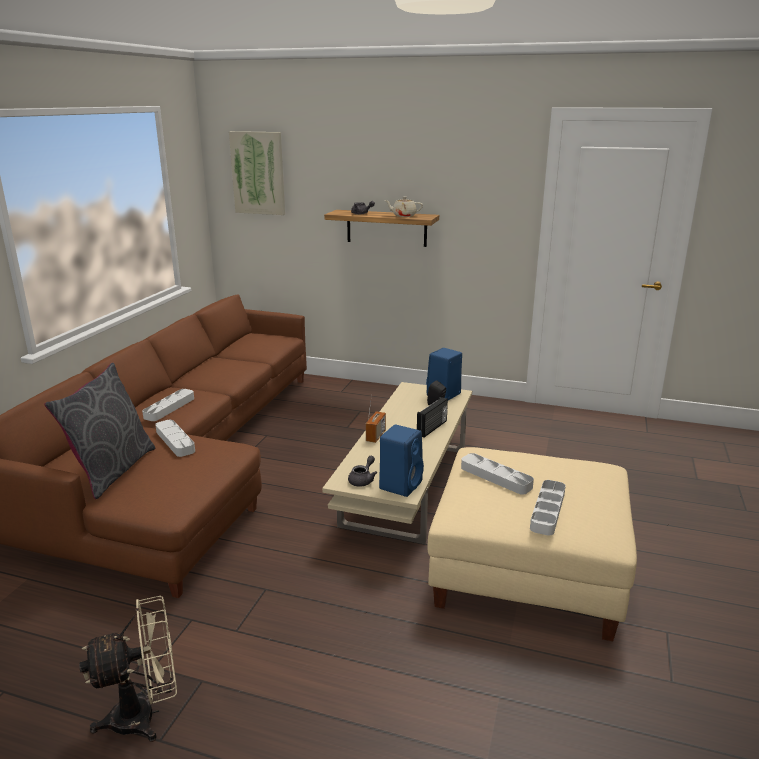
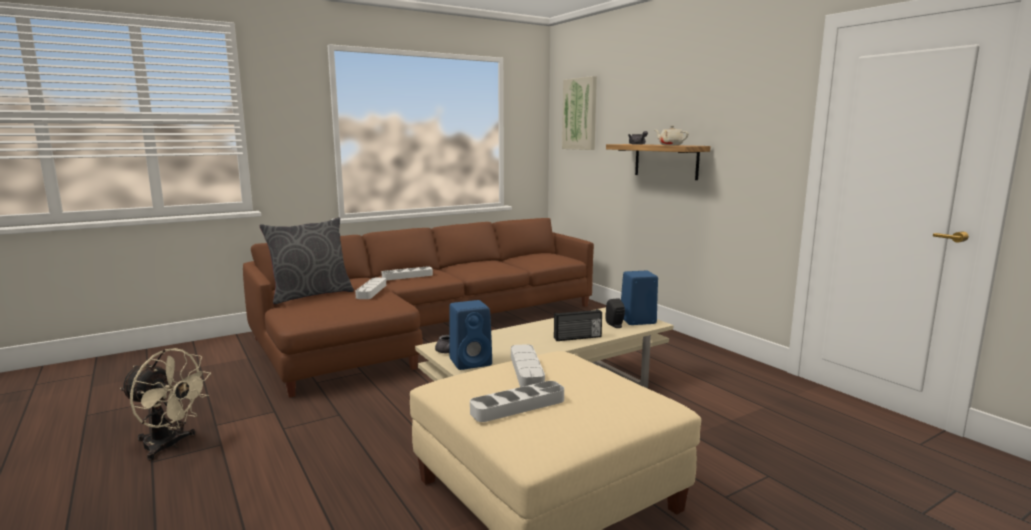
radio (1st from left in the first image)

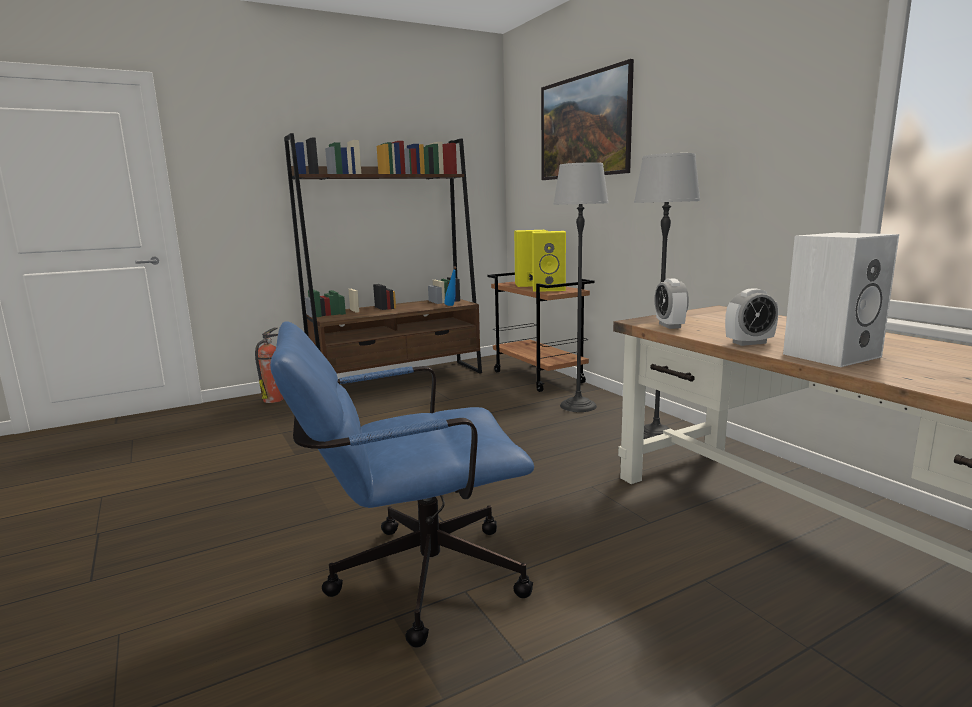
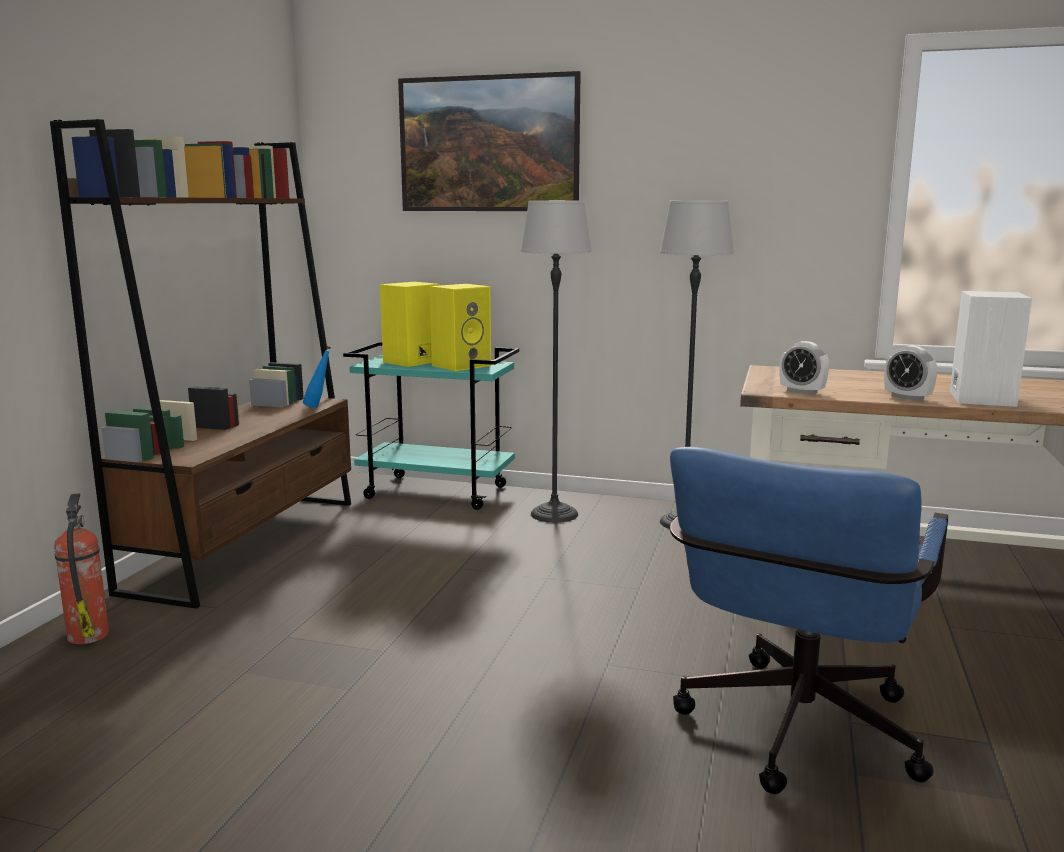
carrito [turquesa]
despertador (2nd from left)

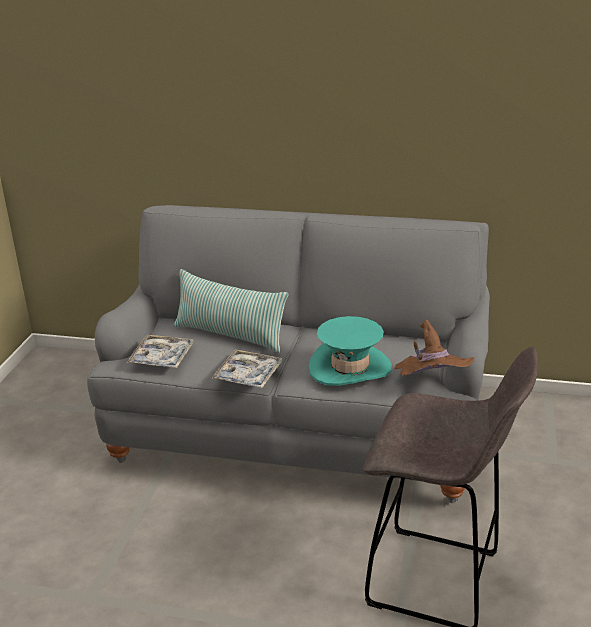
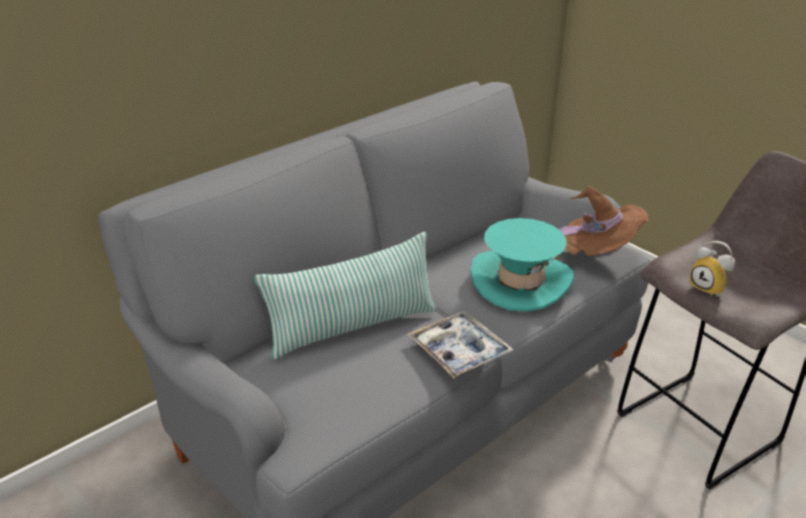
bandeja (1st from left in the first image)
despertador

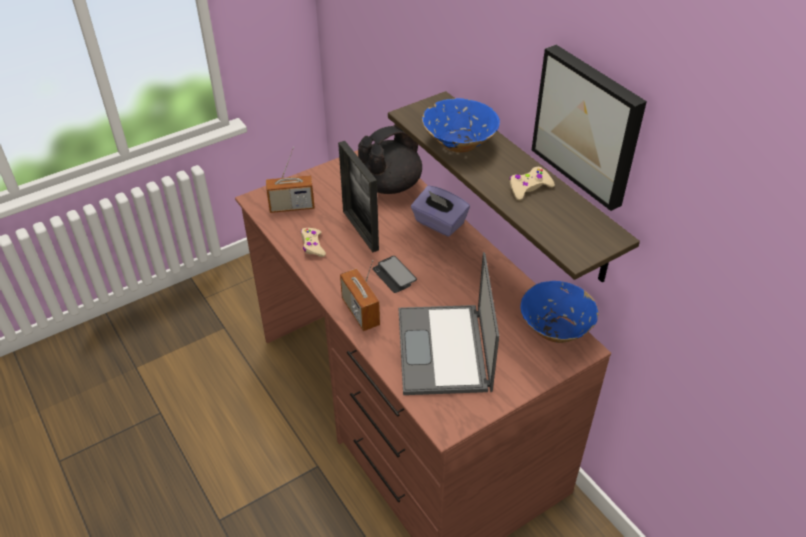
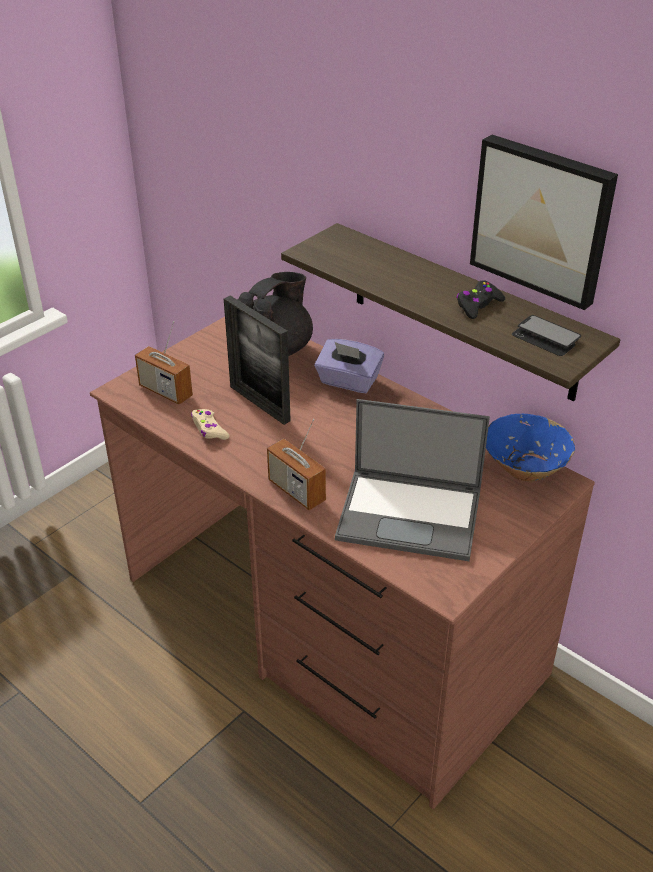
radio (1st from left)
móvil
portátil
cuenco [azul] (1st from left in the first image)
mando de consola [negro]

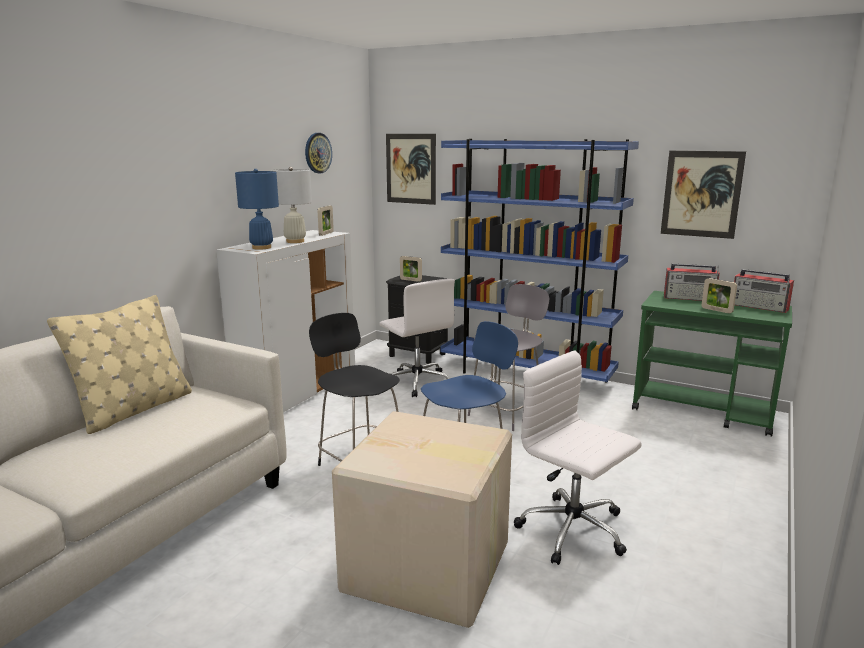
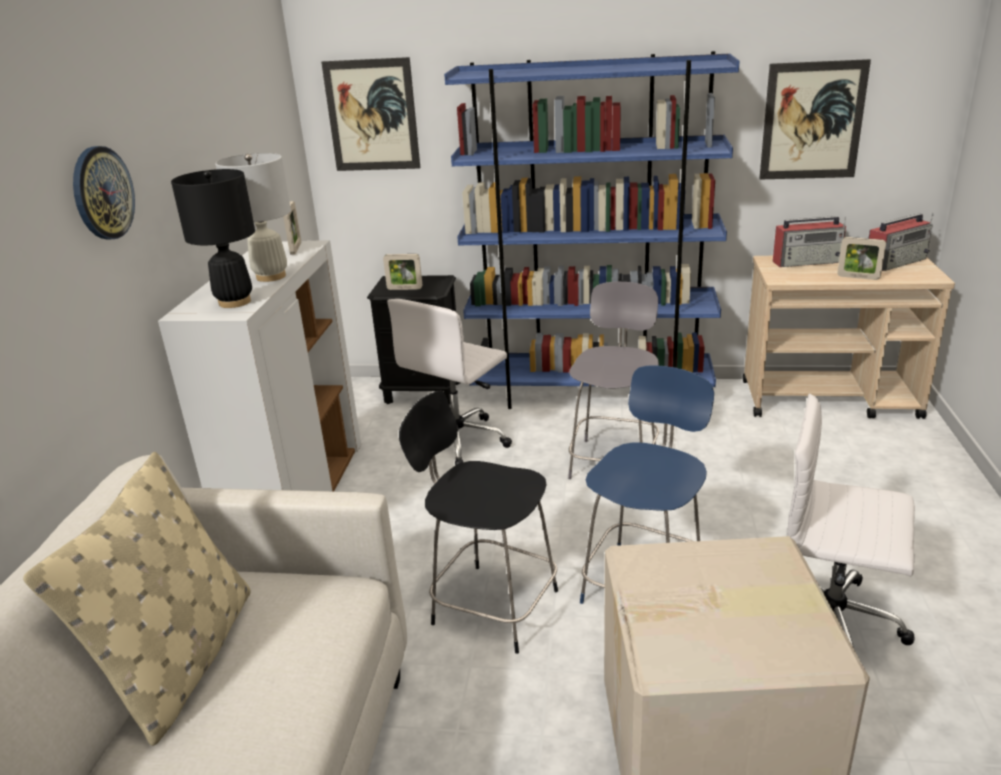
lámpara de mesa [negro]
reloj de pared
silla de oficina [blanco] (1st from left)
carrito [beis]
radio (2nd from left)

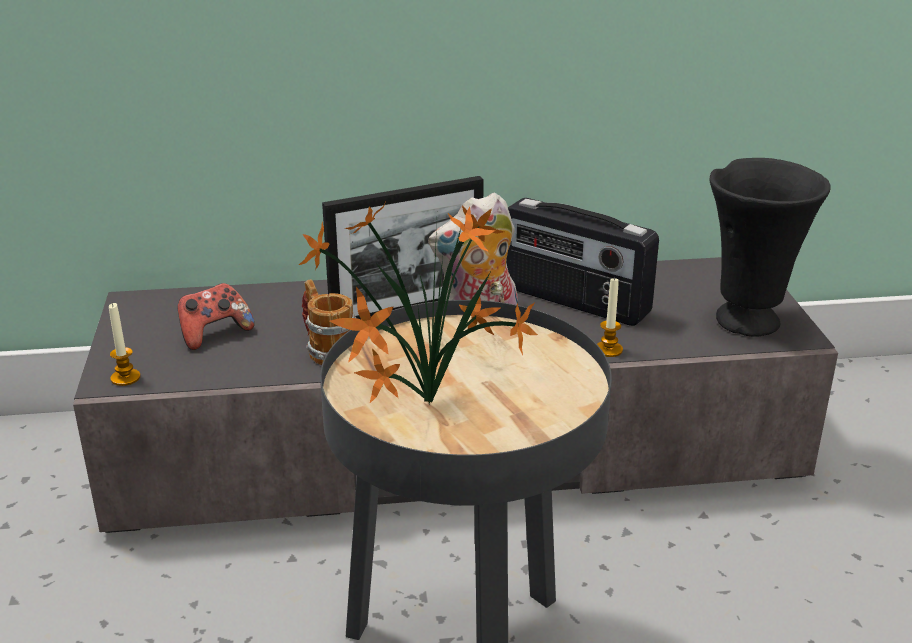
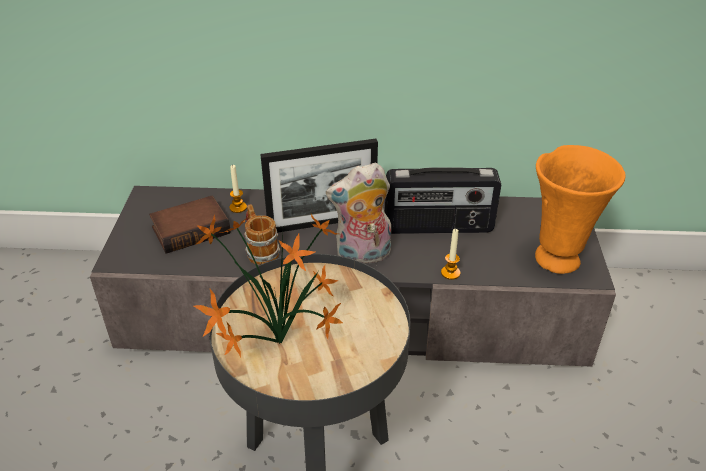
vela (1st from left)
libro
radio
florero [naranja]

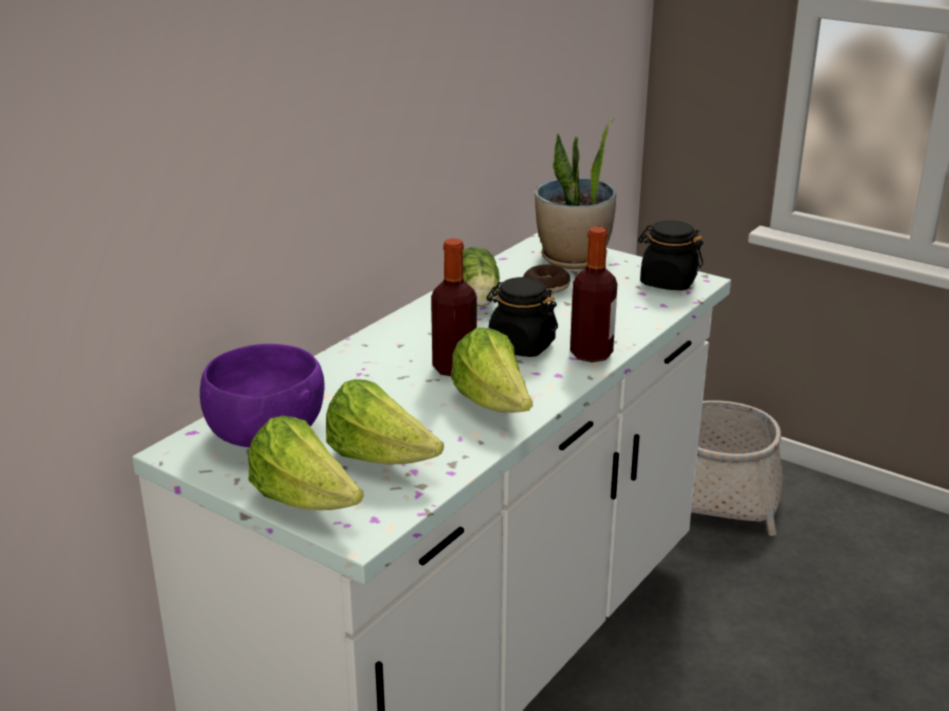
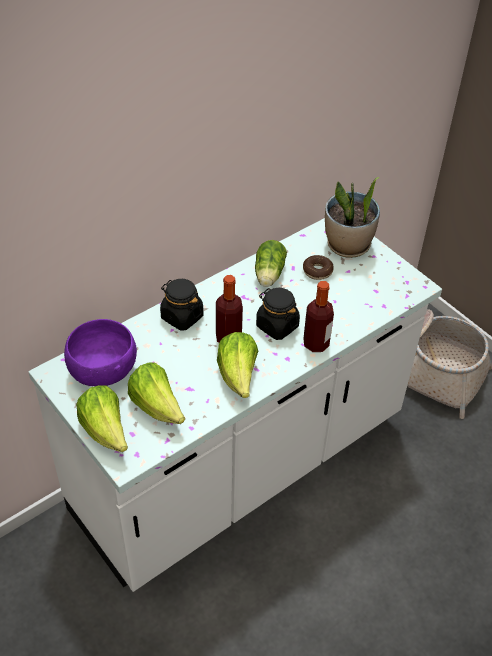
tarro [negro] (1st from left)

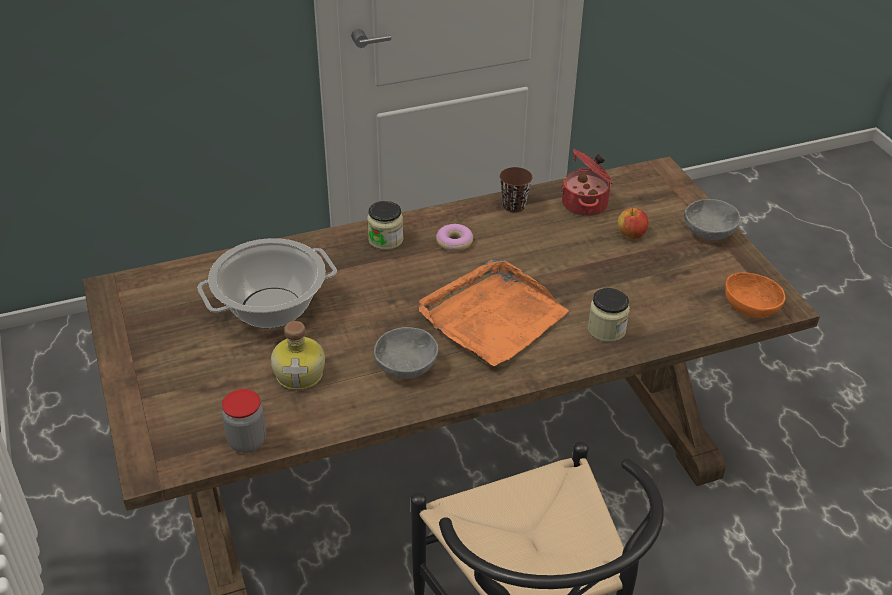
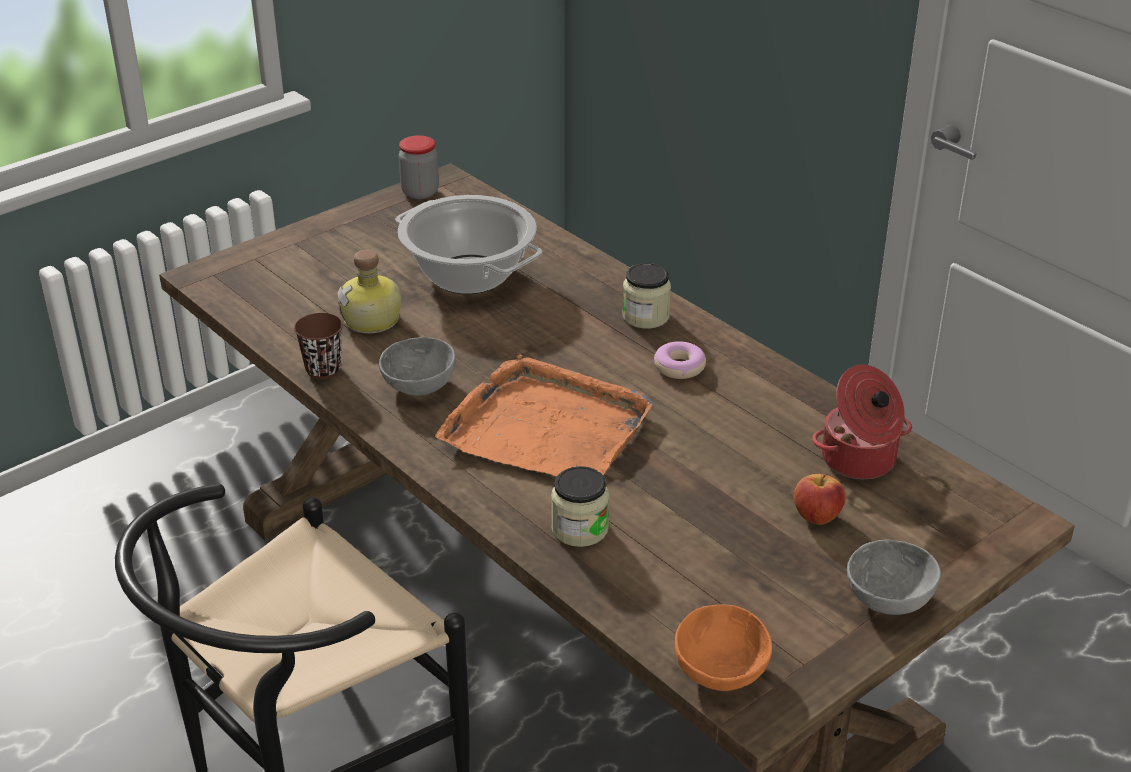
tarro (1st from left)
taza [marrón]

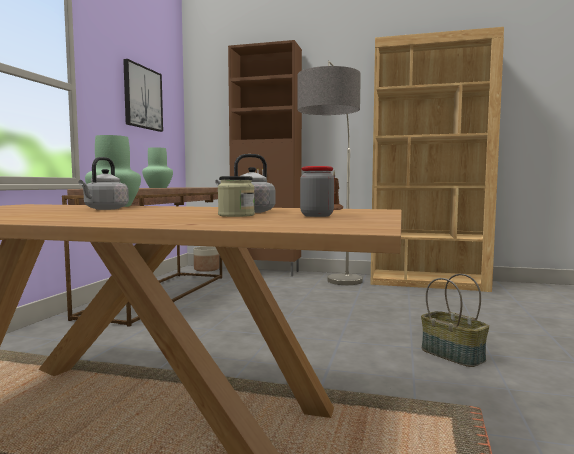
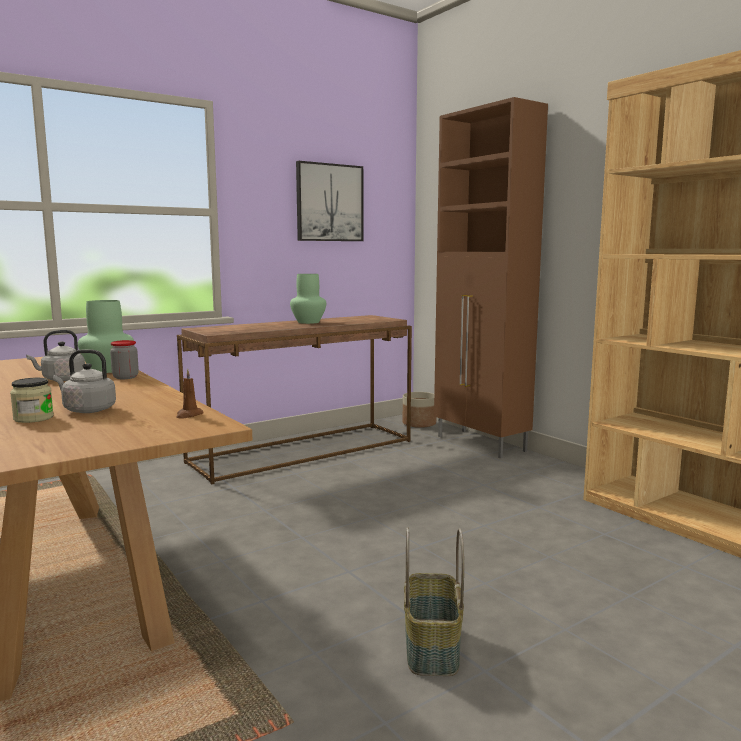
lámpara de pie
tarro (2nd from left)

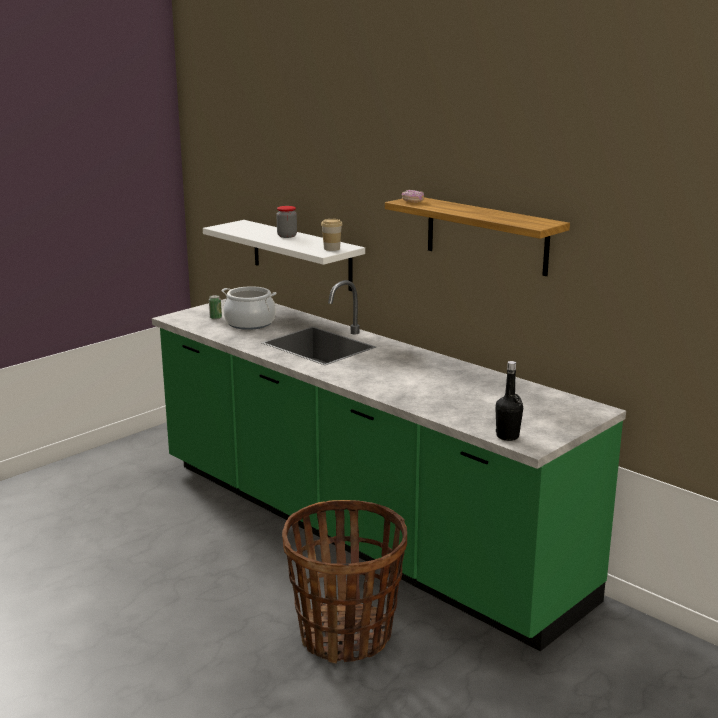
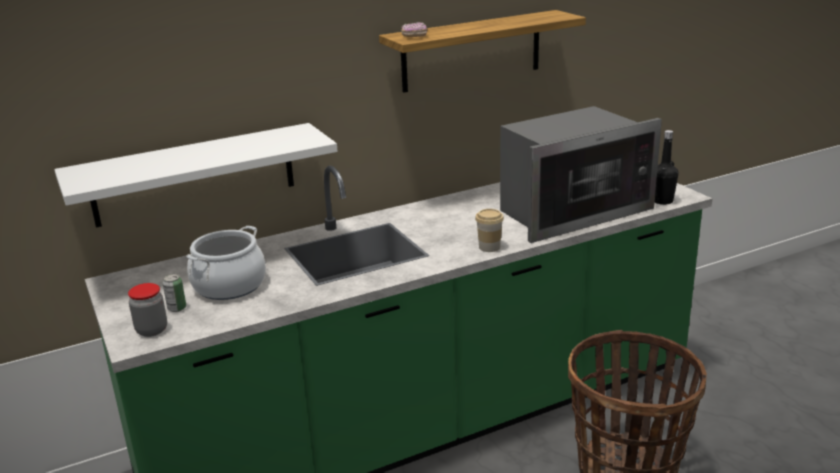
tarro
taza
microondas

